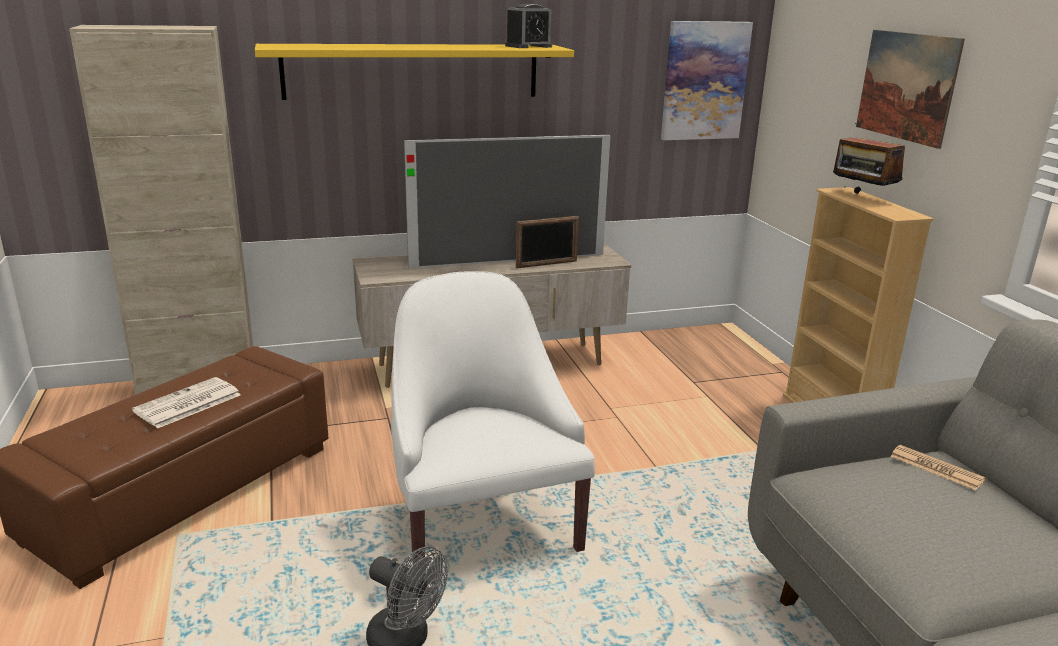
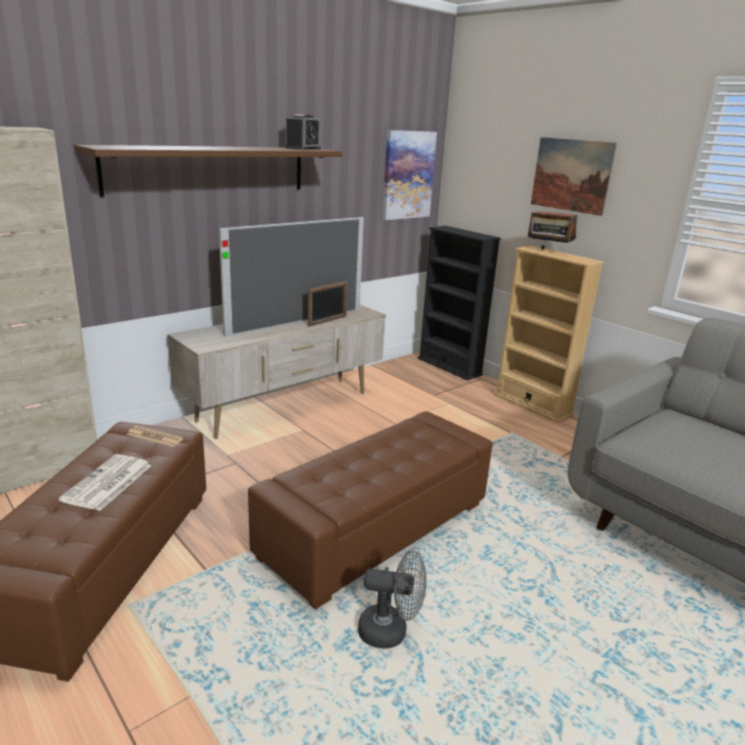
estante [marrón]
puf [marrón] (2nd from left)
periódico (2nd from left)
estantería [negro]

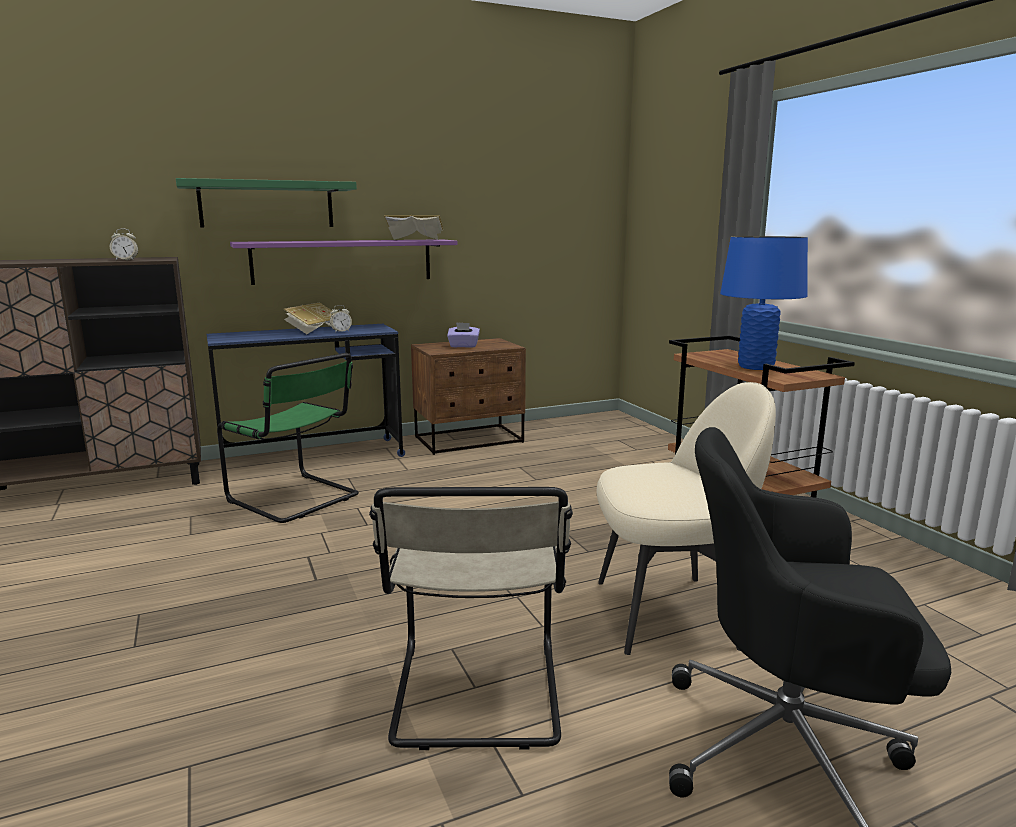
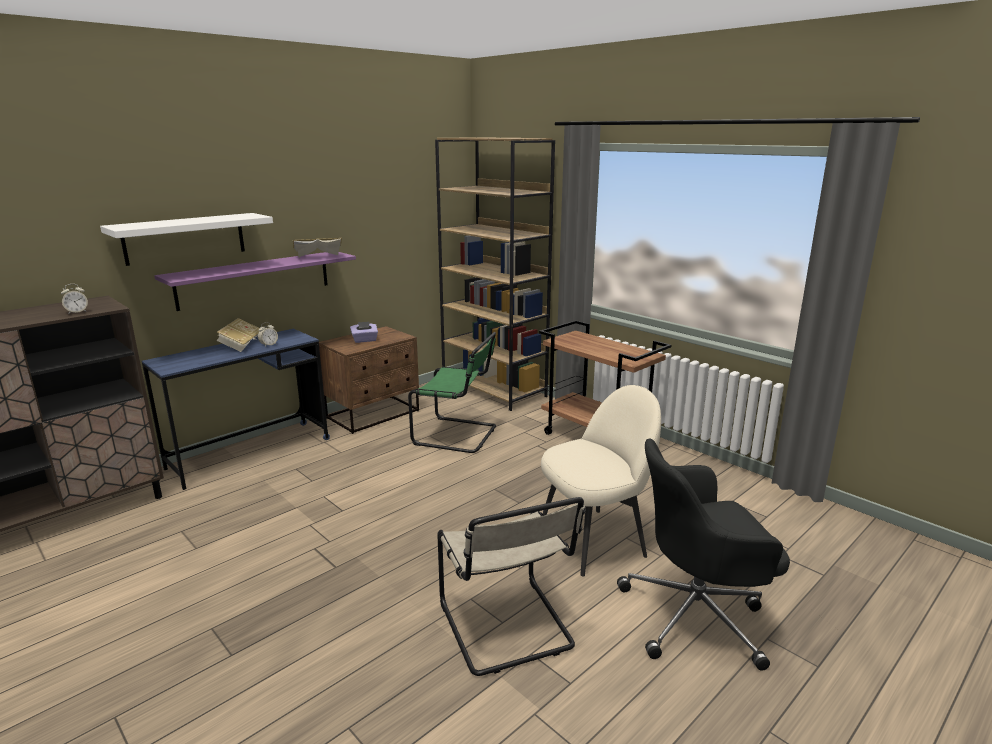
estante [blanco]
silla [verde]
lámpara de mesa [azul]
estantería [marrón]

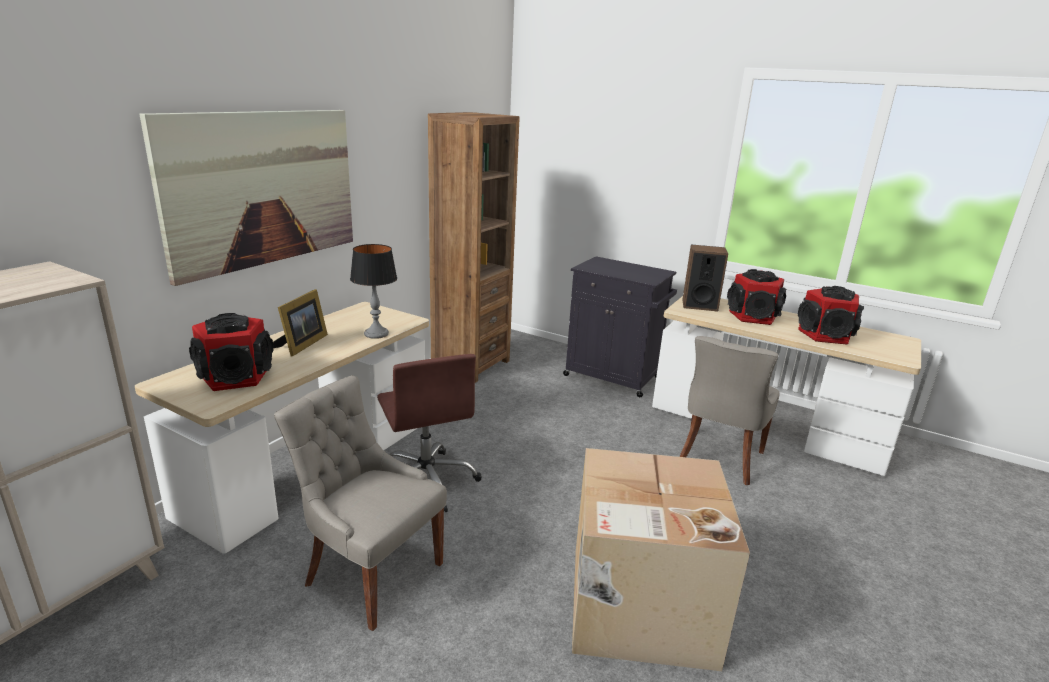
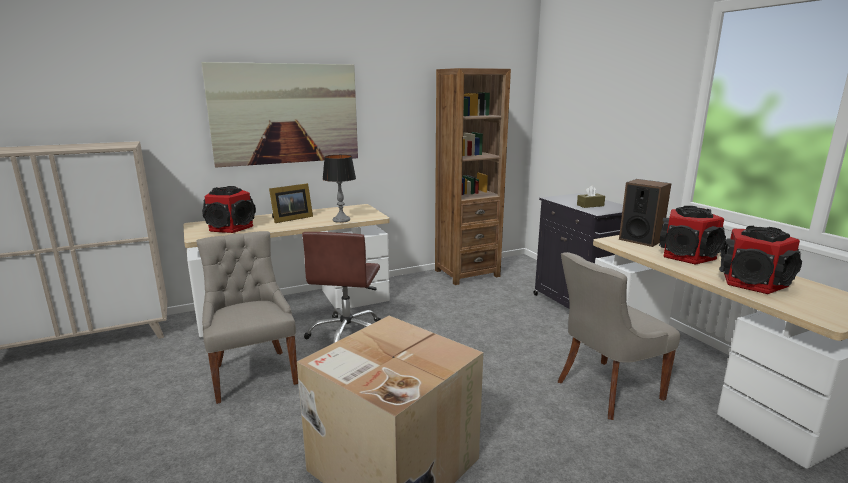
caja de pañuelos [marrón]

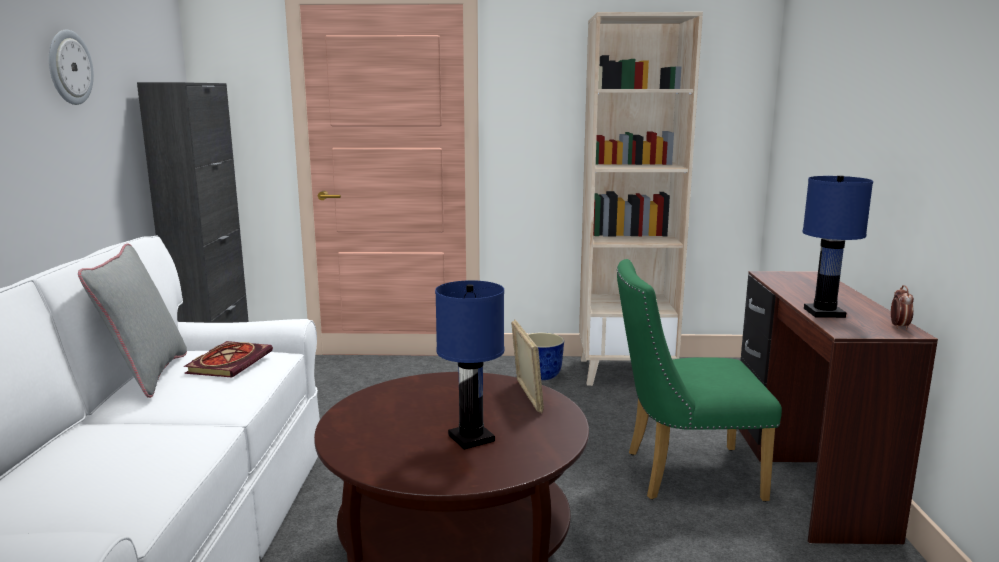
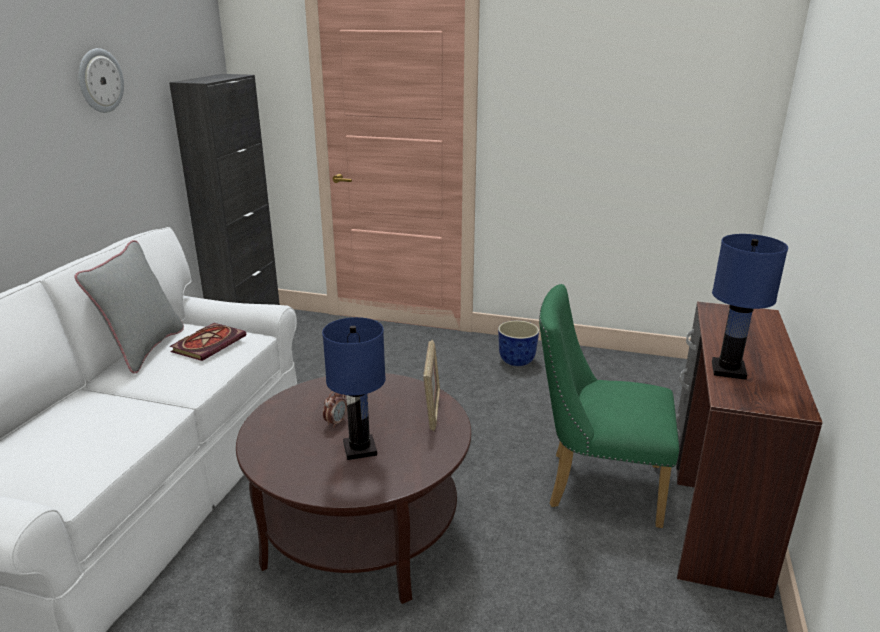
estantería [beis]
despertador

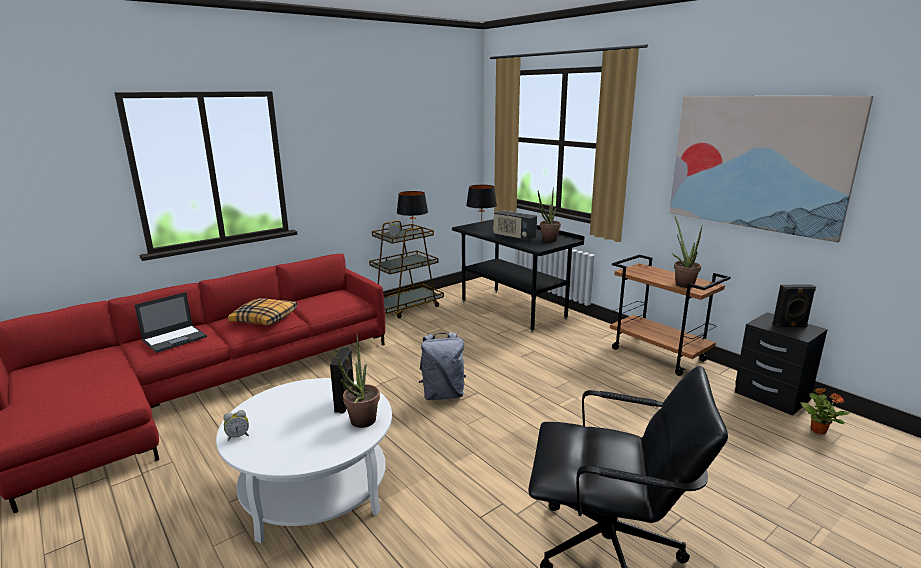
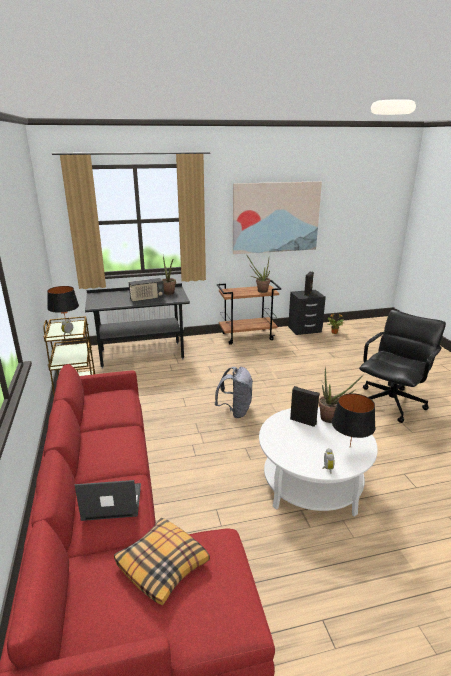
portátil
cojín
lámpara de mesa [negro] (2nd from left)

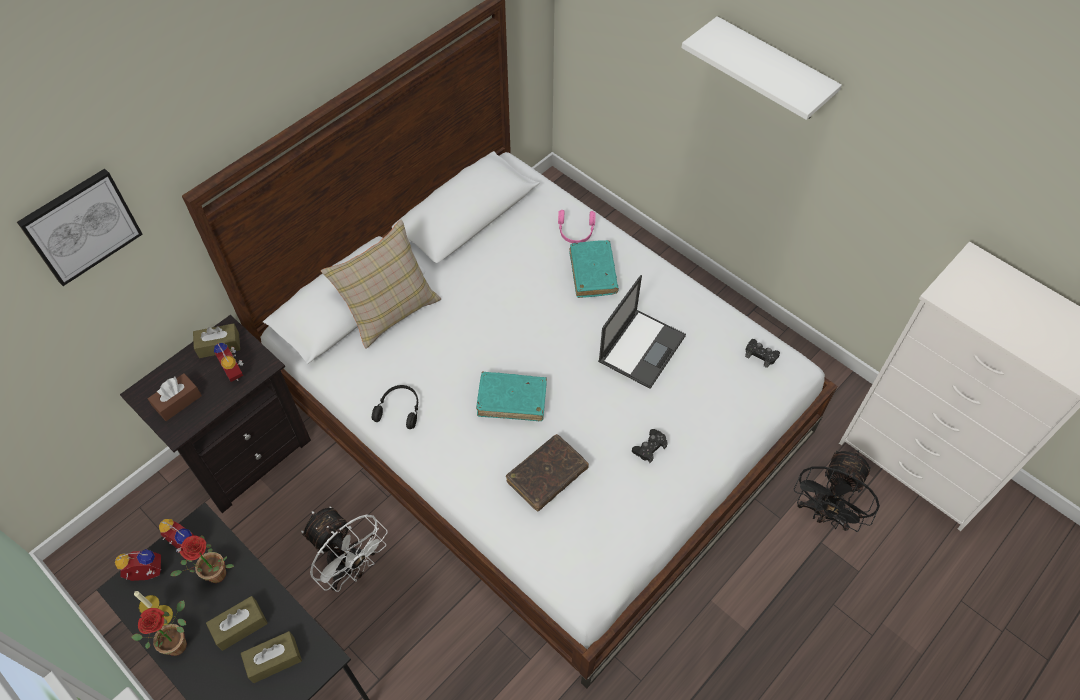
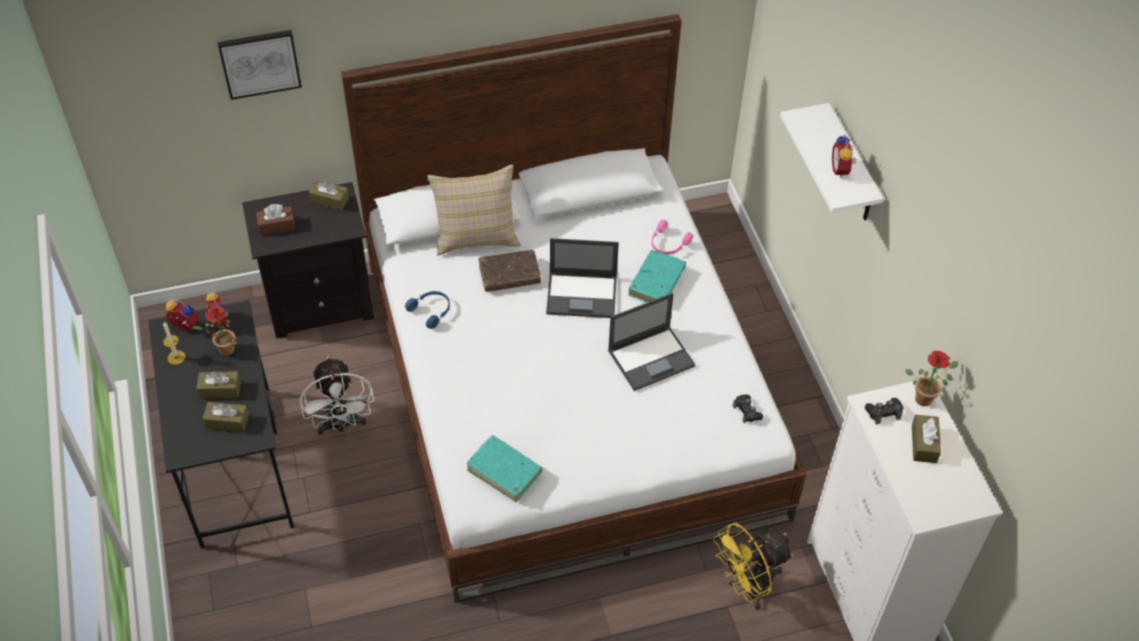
planta en maceta (2nd from left)
despertador (3rd from left)
auriculares [azul]
libro [turquesa] (1st from left)
libro [marrón]
mando de consola [negro] (2nd from left)
ventilador [amarillo]
portátil (1st from left)
caja de pañuelos [marrón] (5th from left)

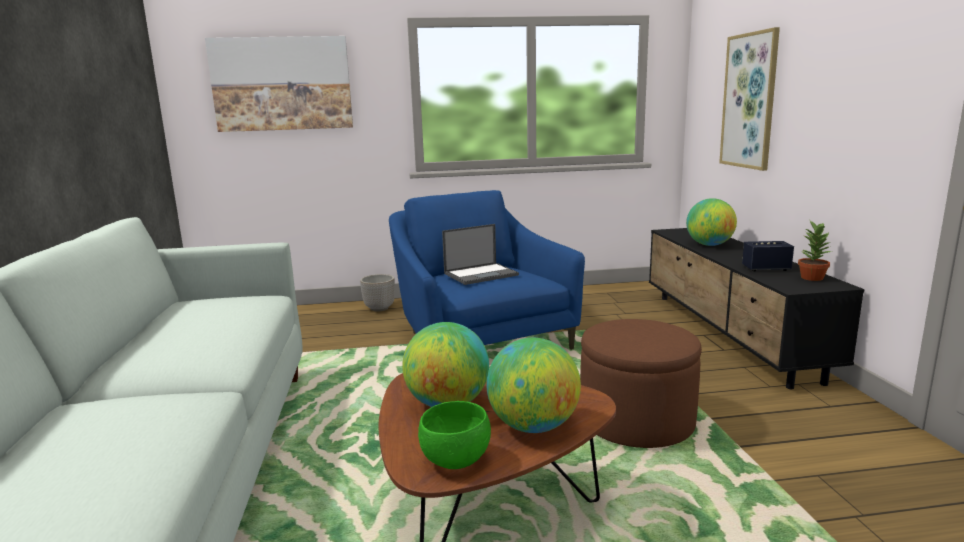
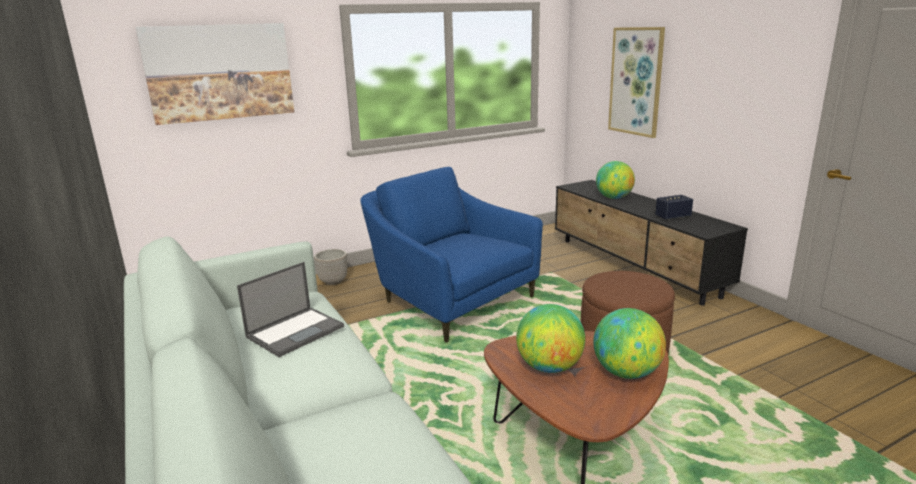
cuenco [verde]
portátil
planta en maceta

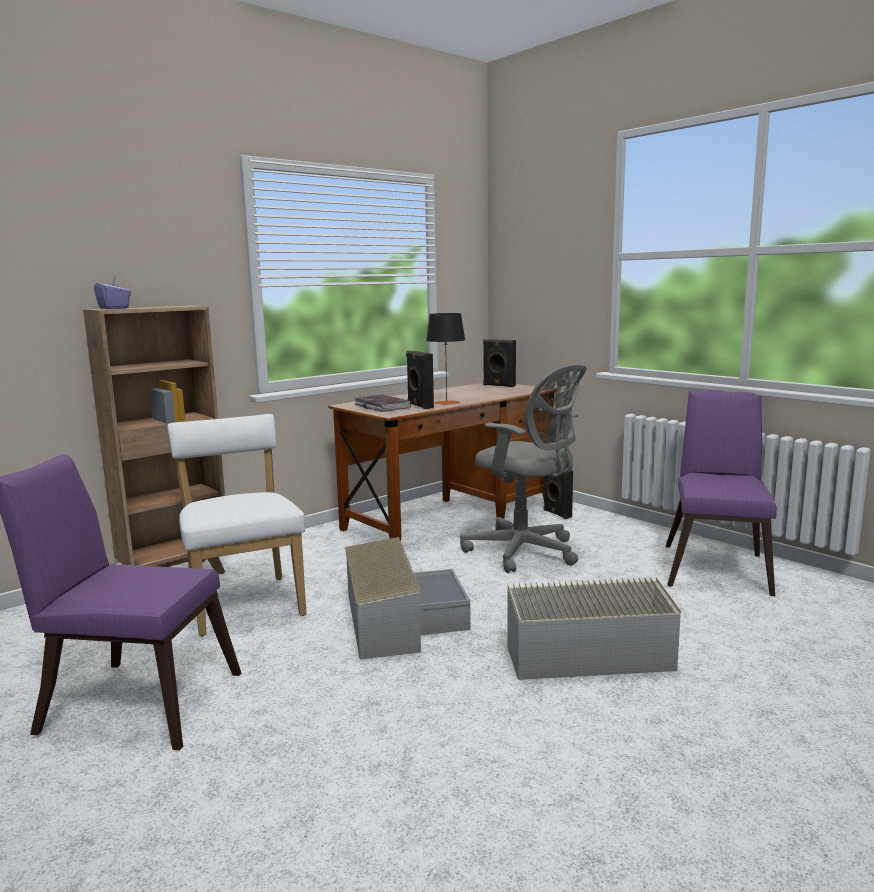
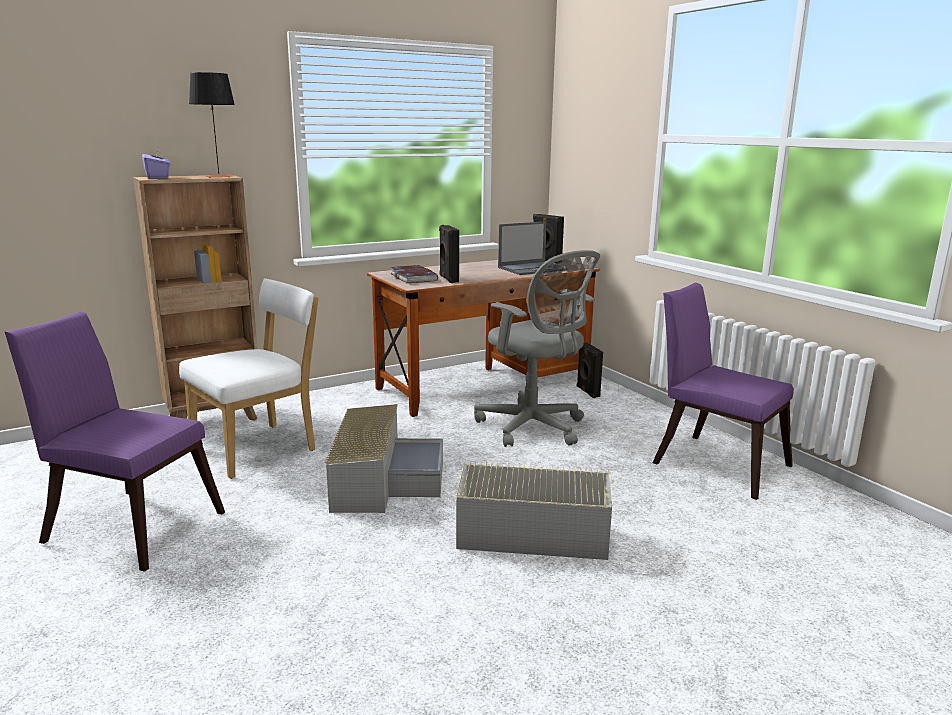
silla [blanco]
lámpara de mesa [negro]
silla [morado] (2nd from left)
portátil

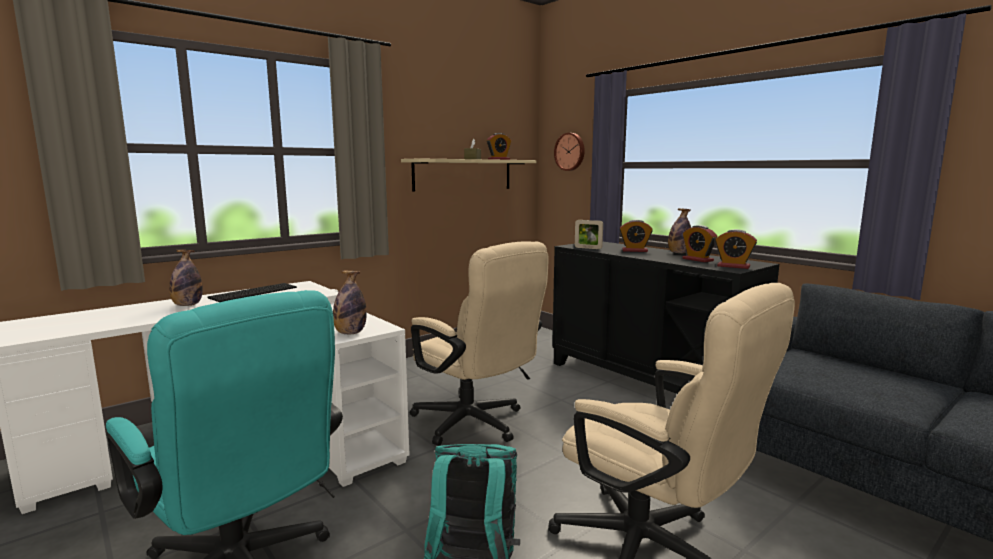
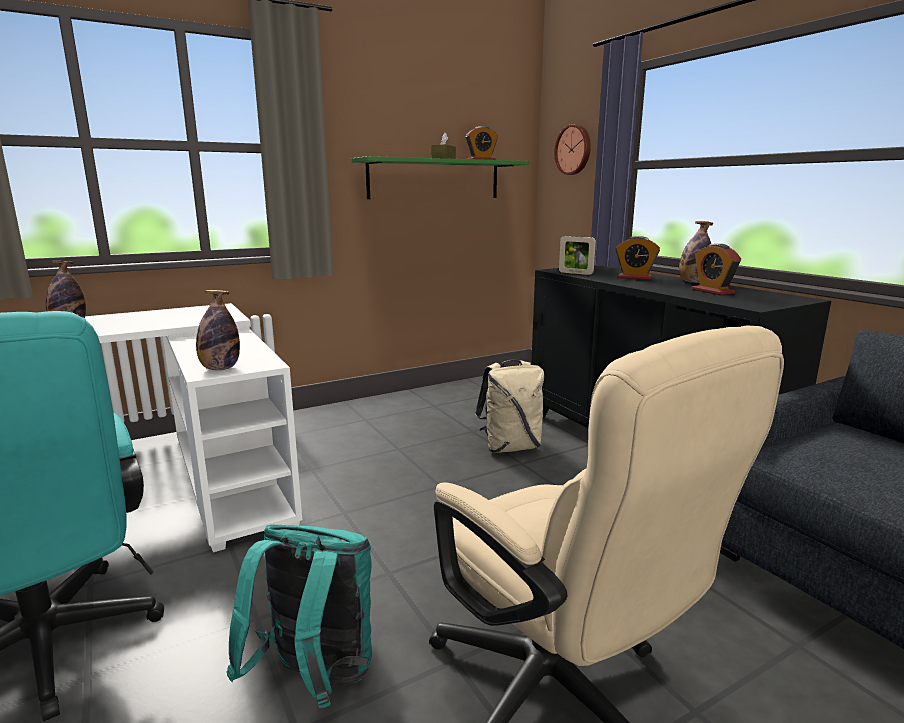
teclado
estante [verde]
silla de oficina [beis] (1st from left in the first image)
despertador (4th from left in the first image)
mochila [beis]

